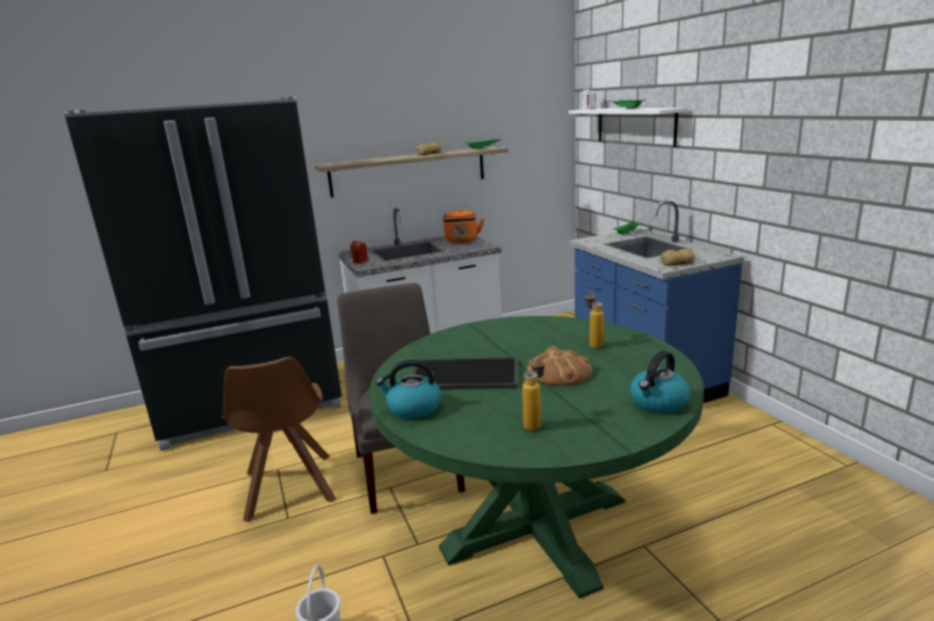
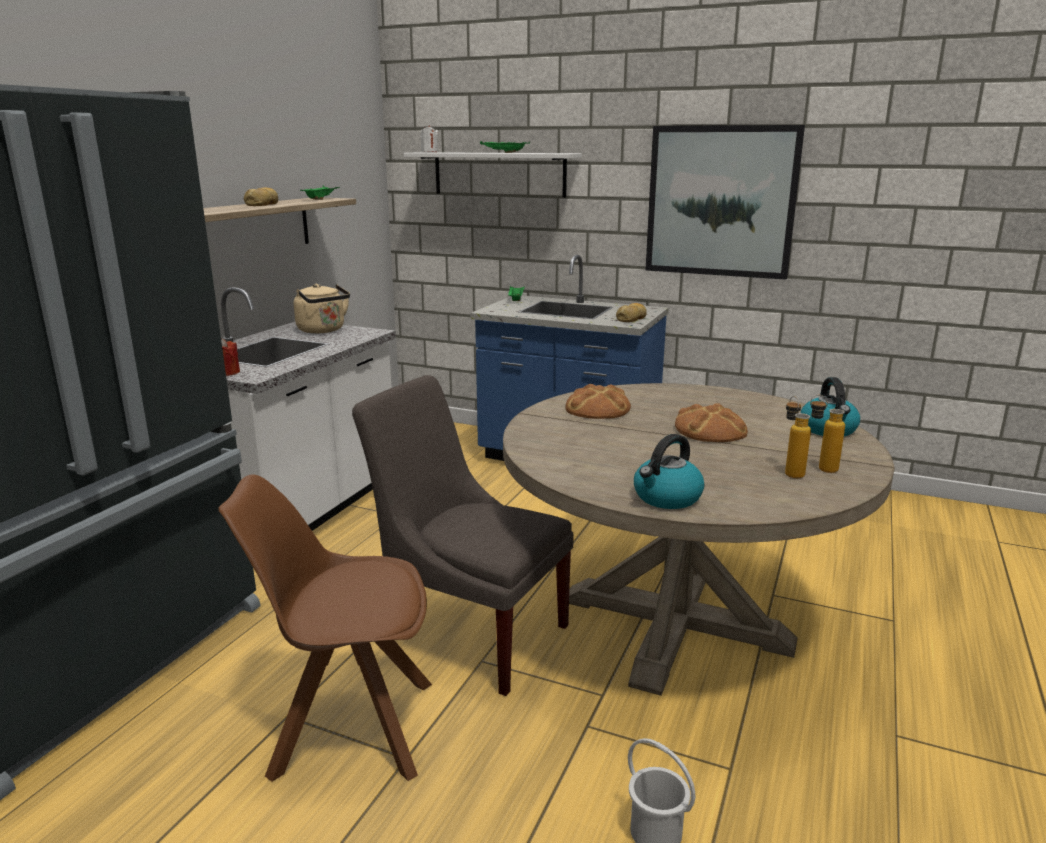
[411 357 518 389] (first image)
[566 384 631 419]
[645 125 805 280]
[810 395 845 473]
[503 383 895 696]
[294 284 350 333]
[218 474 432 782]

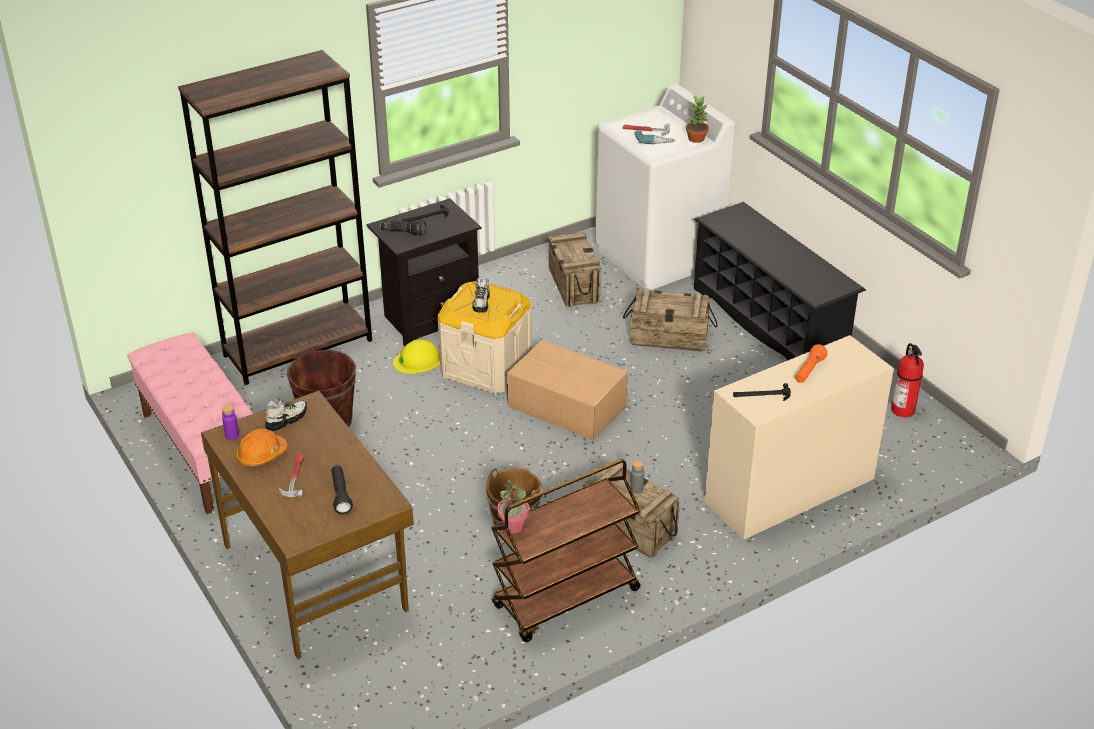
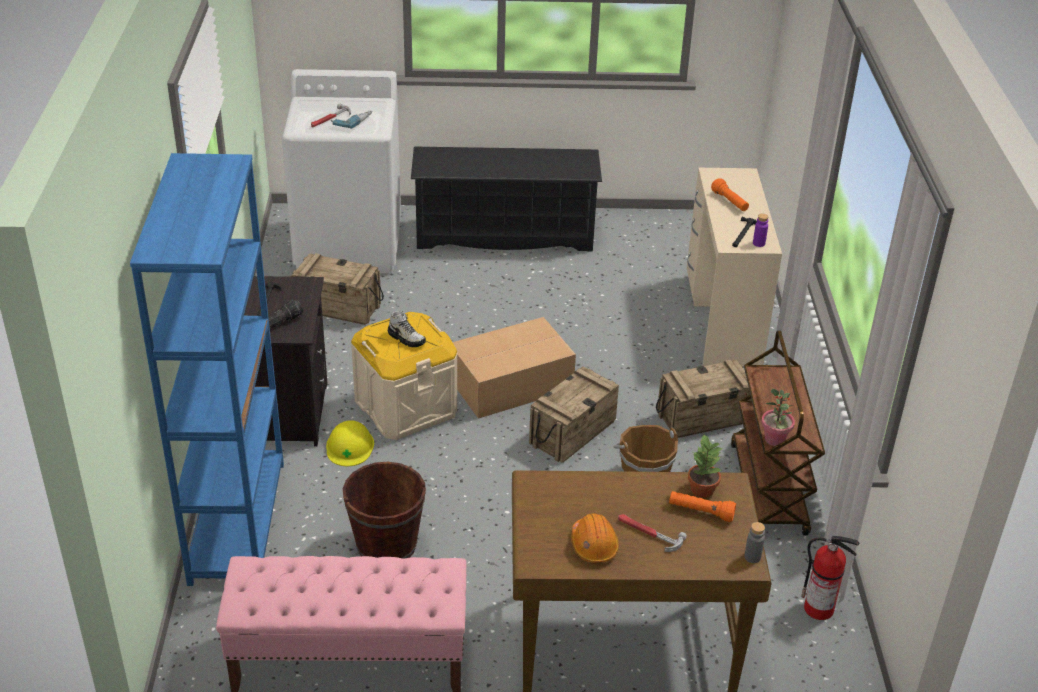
[265 398 307 431] (first image)
[753 213 768 247]
[529 366 619 462]
[744 522 765 563]
[688 434 723 498]
[801 536 860 620]
[130 153 284 586]
[669 491 736 522]

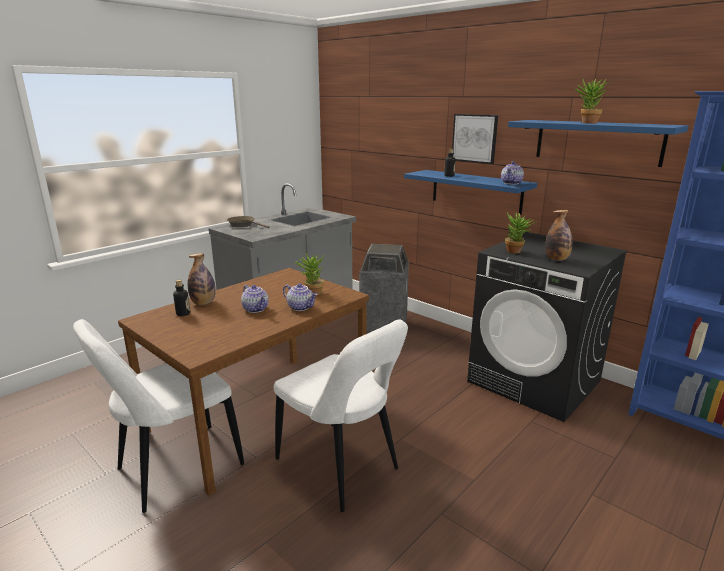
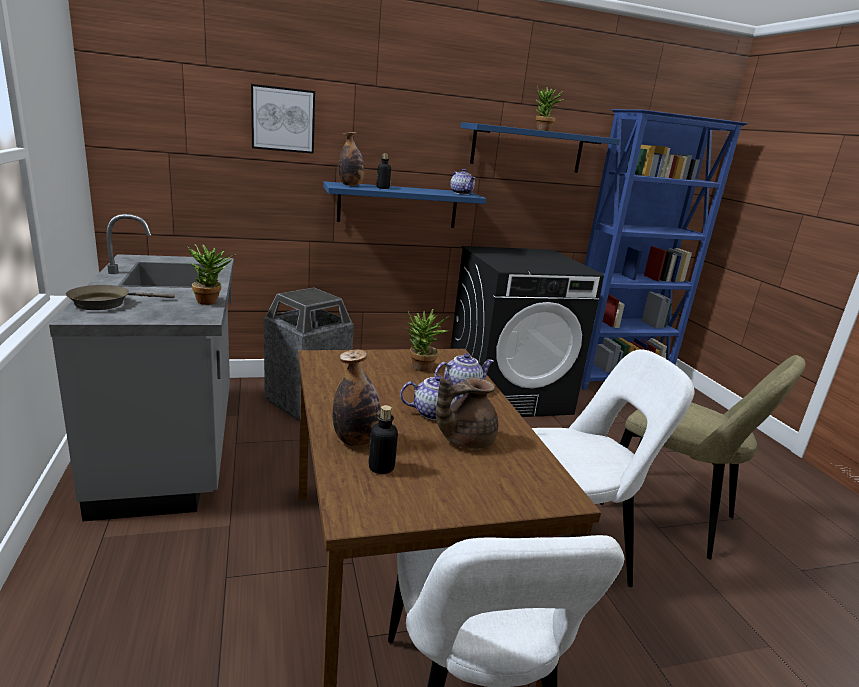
[436 377 498 449]
[600 355 806 559]
[251 84 315 154]
[187 244 234 305]
[339 132 364 186]

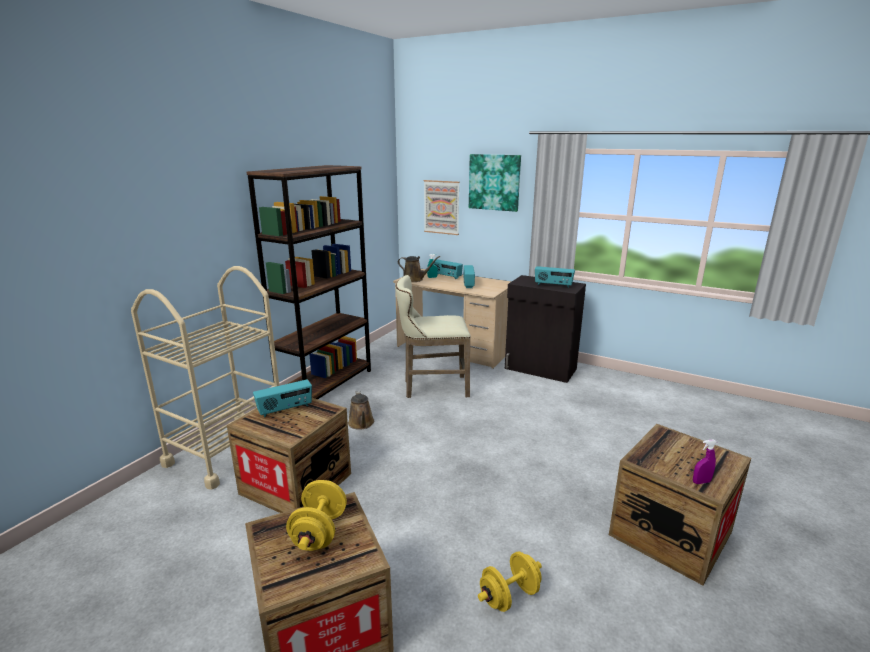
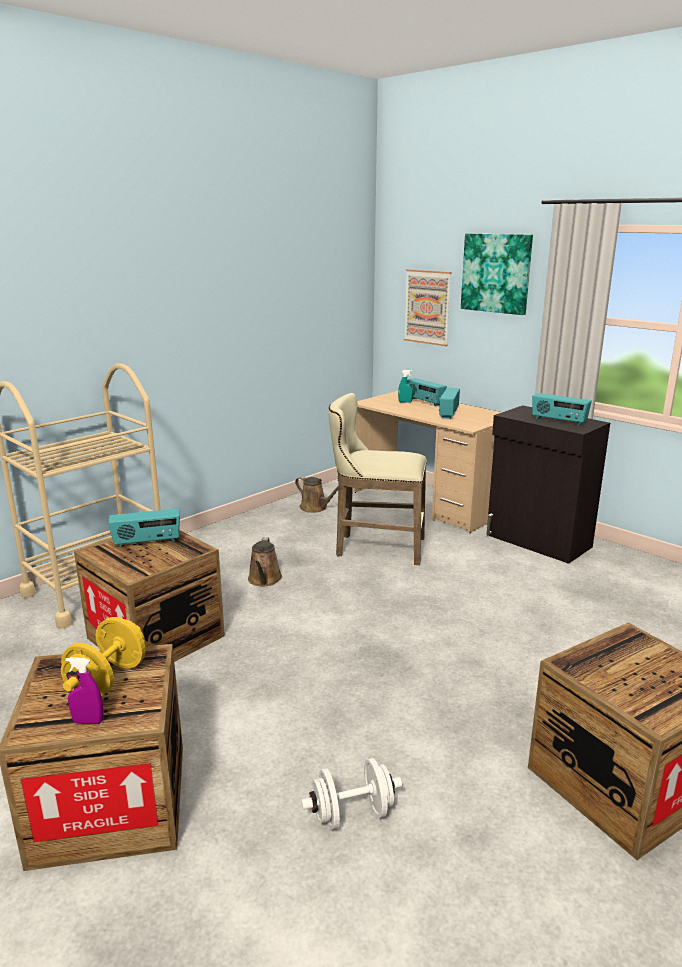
[247 165 371 399] (first image)
[295 476 338 513]
[65 657 104 724]
[301 758 402 830]

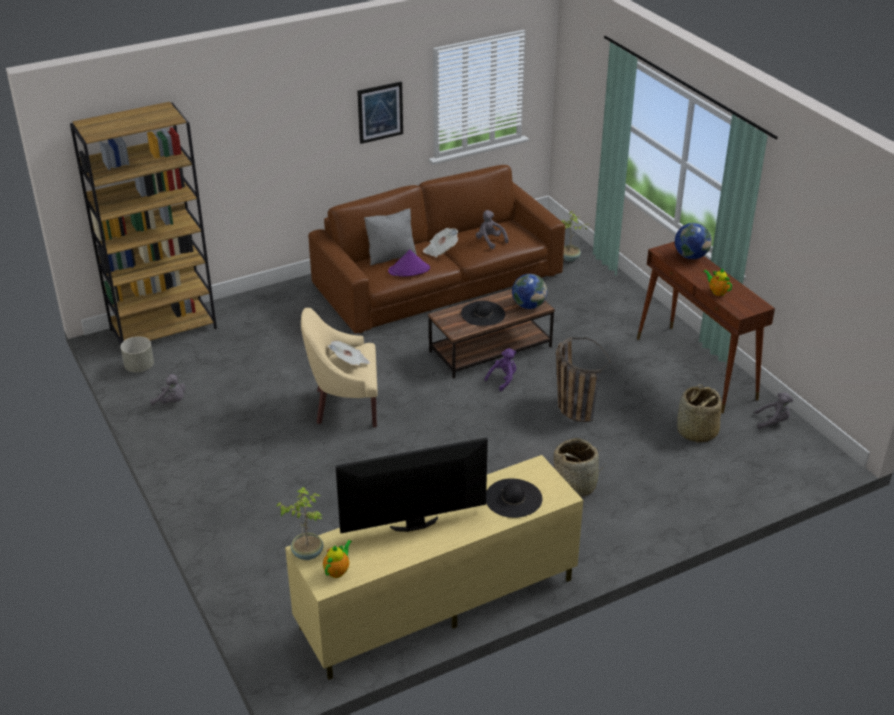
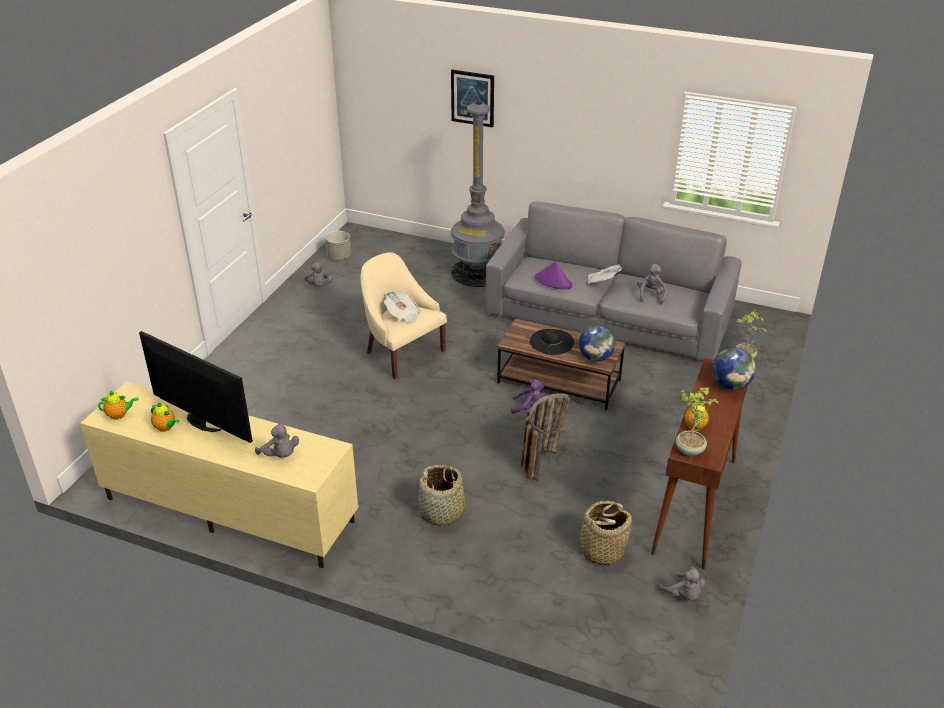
[70 102 217 345] (first image)
[364 208 417 266] (first image)
[151 402 179 432]
[451 101 505 287]
[676 387 719 456]
[451 69 494 128]
[255 423 299 458]
[485 202 742 361]

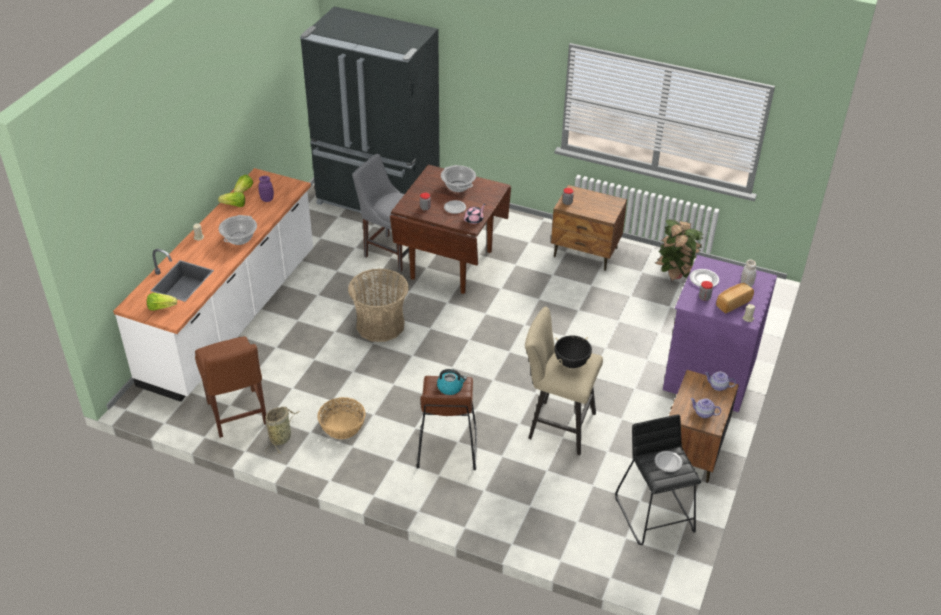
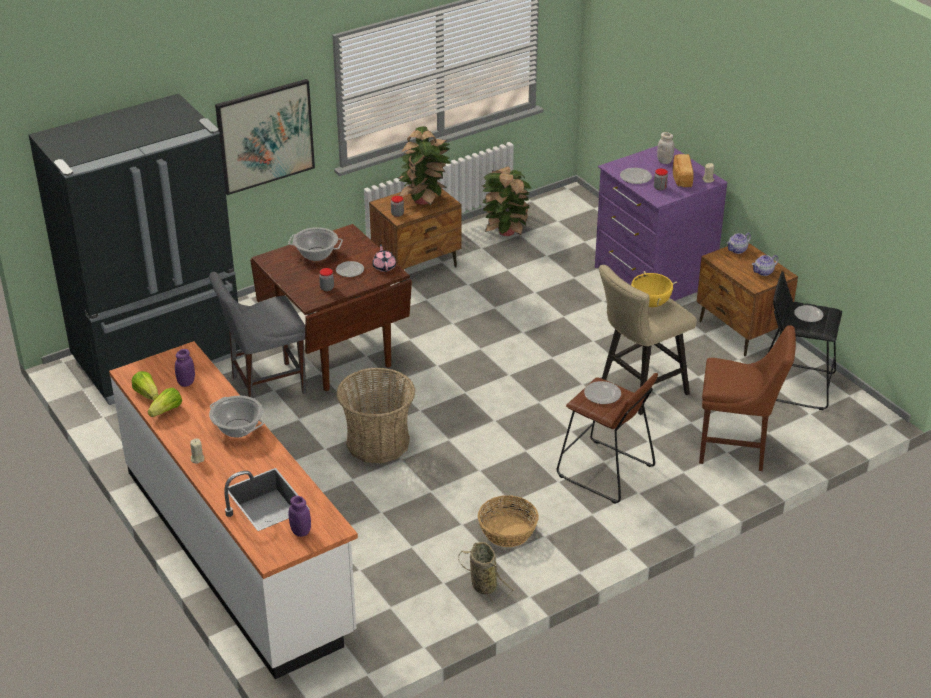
[215 79 315 195]
[398 126 451 205]
[699 325 796 471]
[289 496 311 537]
[584 381 621 404]
[631 271 677 307]

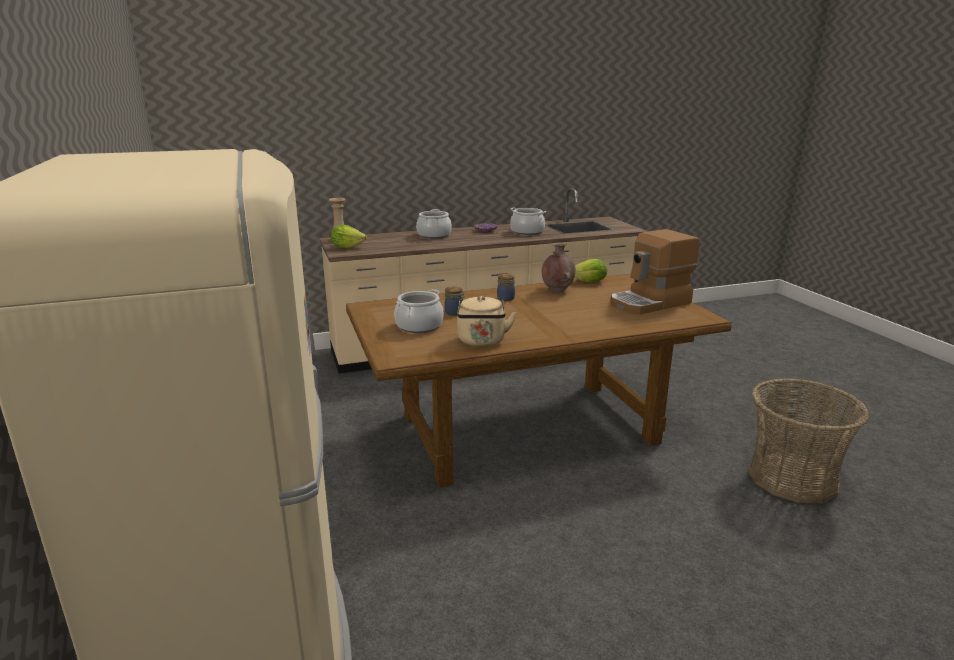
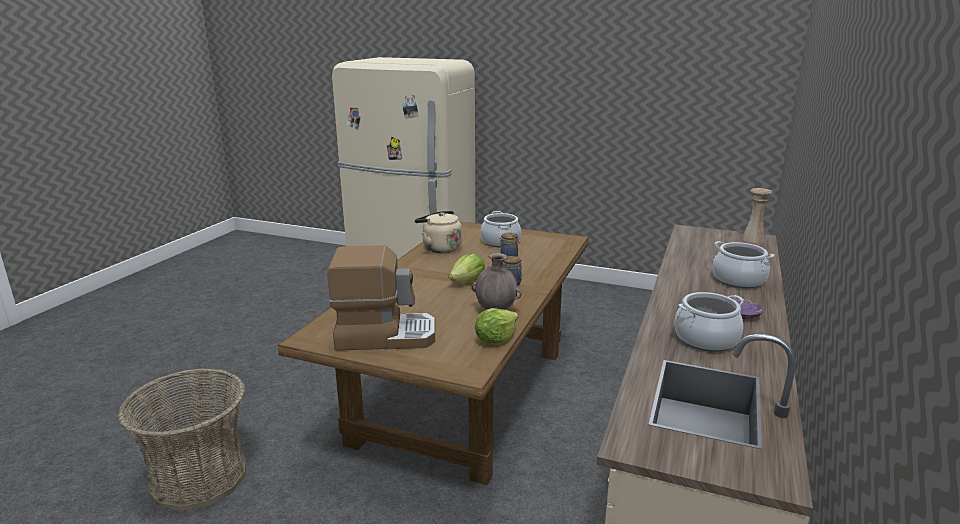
[449 253 485 284]
[327 245 435 351]

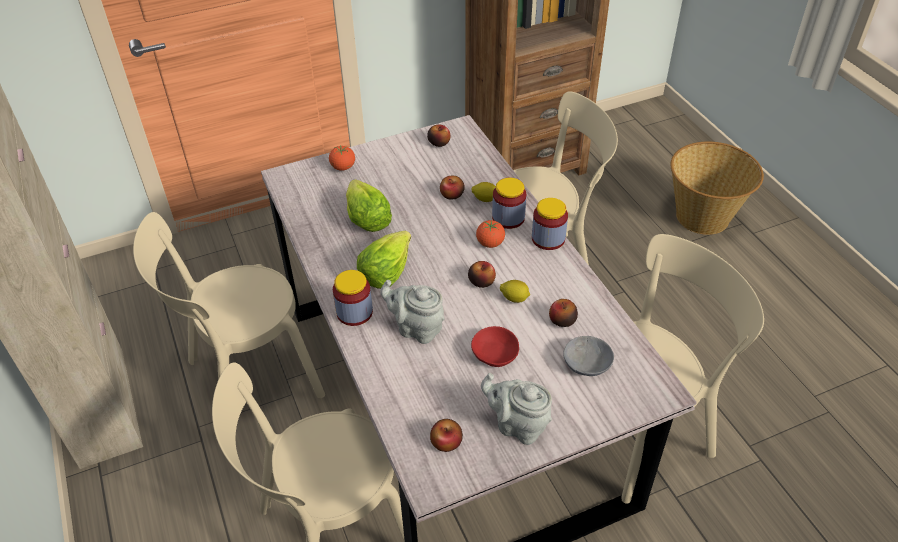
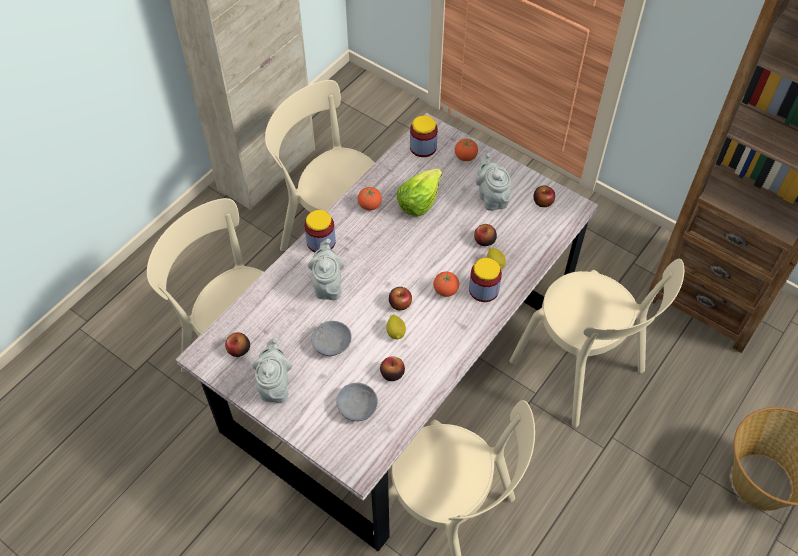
[357 231 411 289] (first image)
[358 187 382 210]
[476 153 511 211]
[410 115 438 157]
[312 321 352 356]

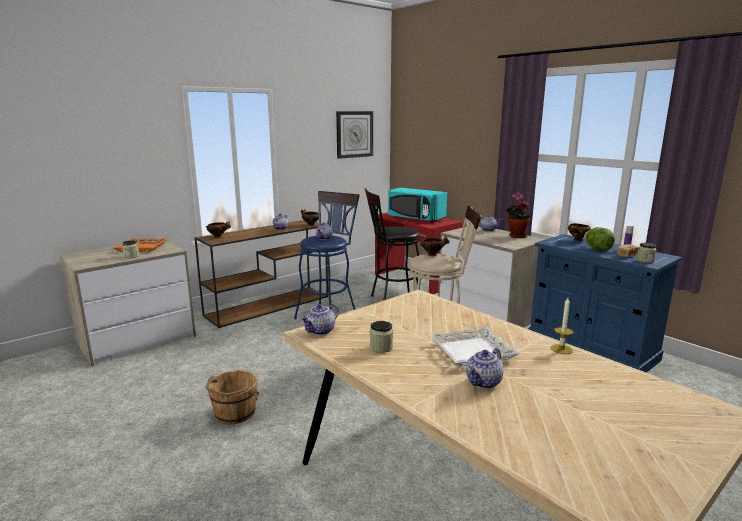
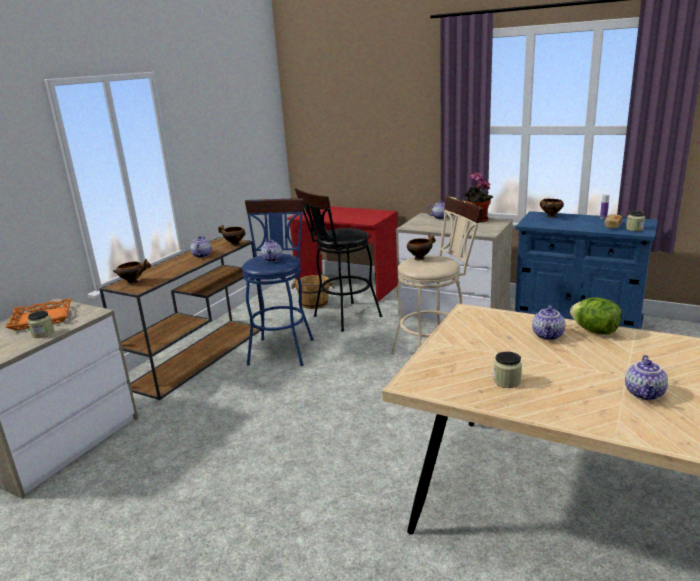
[336 111 373 159] (first image)
[388 187 447 222] (first image)
[430 327 520 367] (first image)
[551 298 574 354] (first image)
[291 275 335 309]
[532 305 565 340]
[570 298 621 335]

